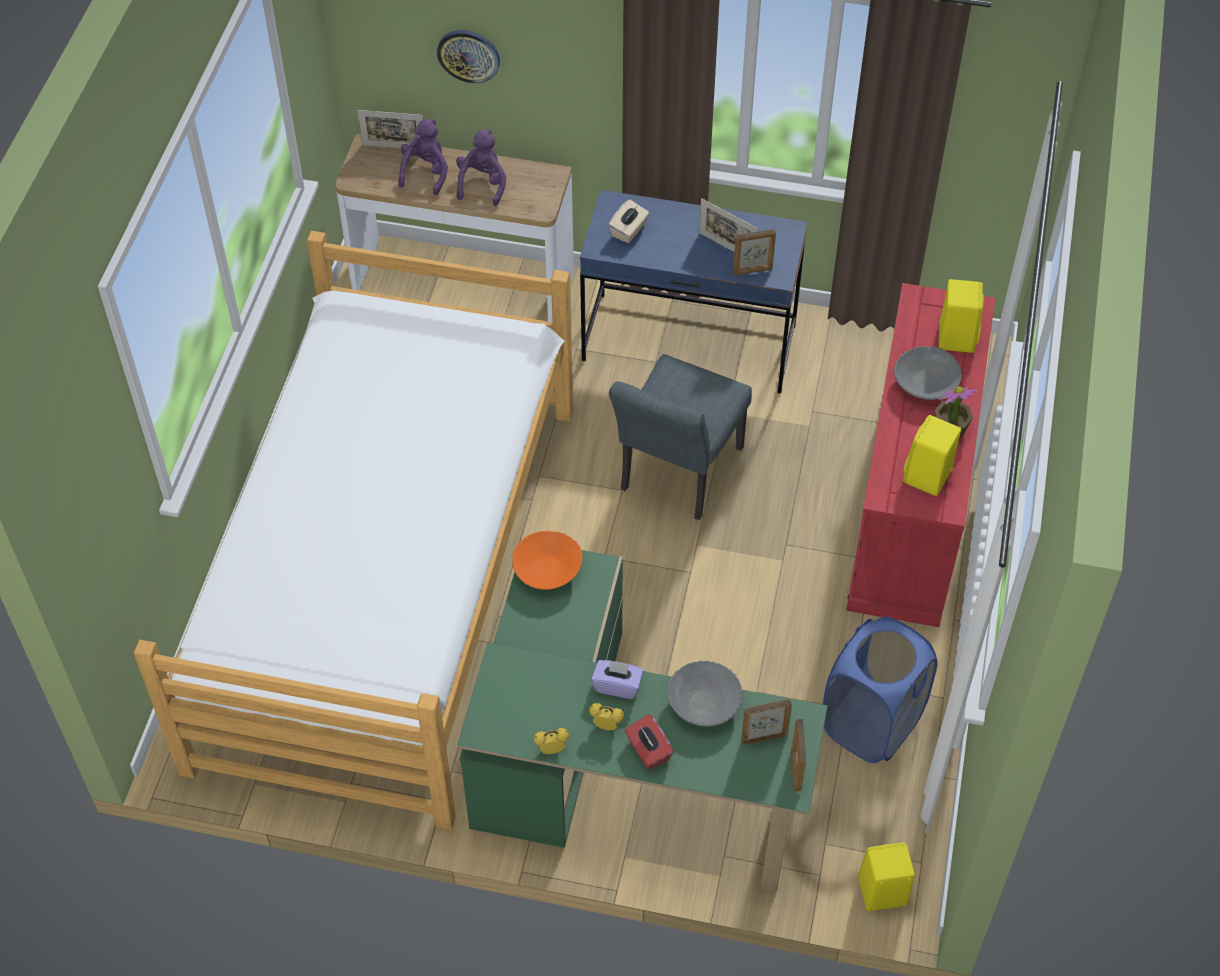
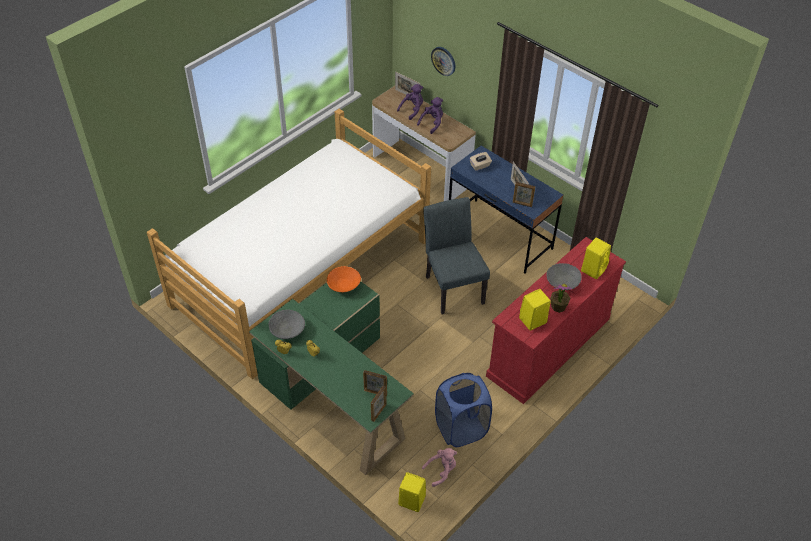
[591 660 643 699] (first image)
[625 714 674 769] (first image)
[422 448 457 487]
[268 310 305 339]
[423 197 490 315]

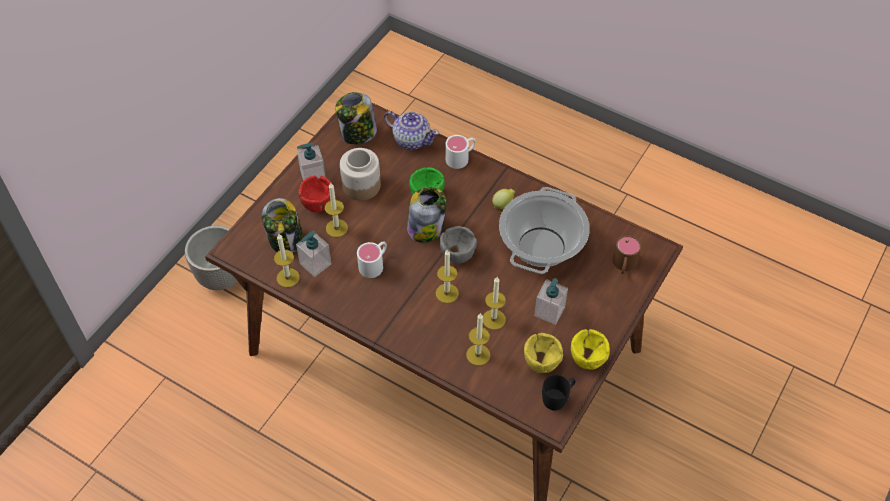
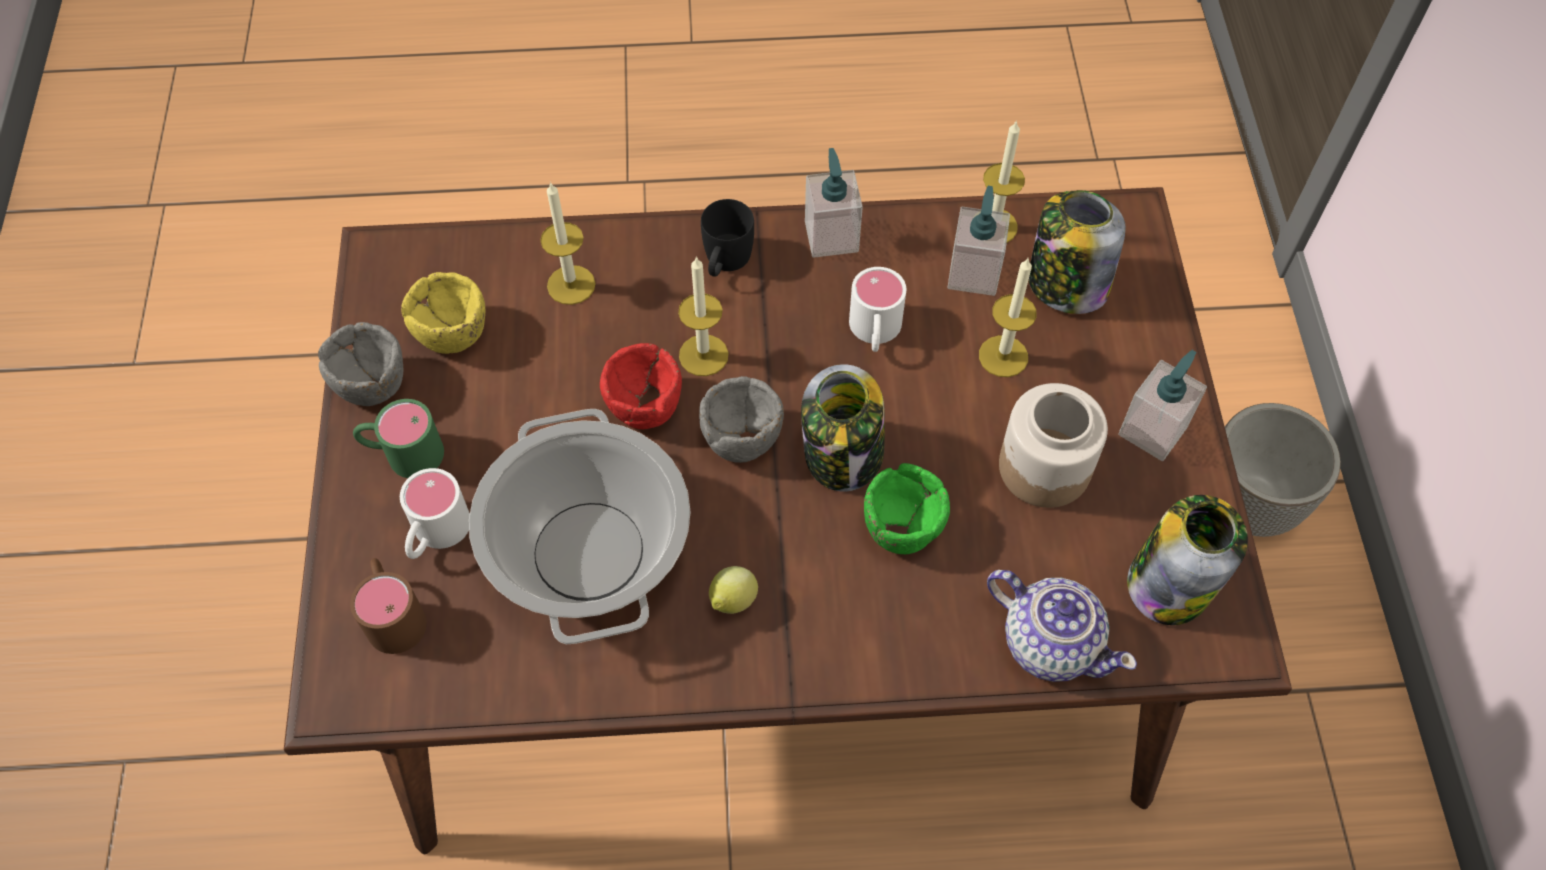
[483 277 506 330] (first image)
[353 399 444 478]
[600 343 682 429]
[400 468 470 559]
[805 148 863 258]
[701 199 754 277]
[318 322 403 406]
[987 570 1137 682]

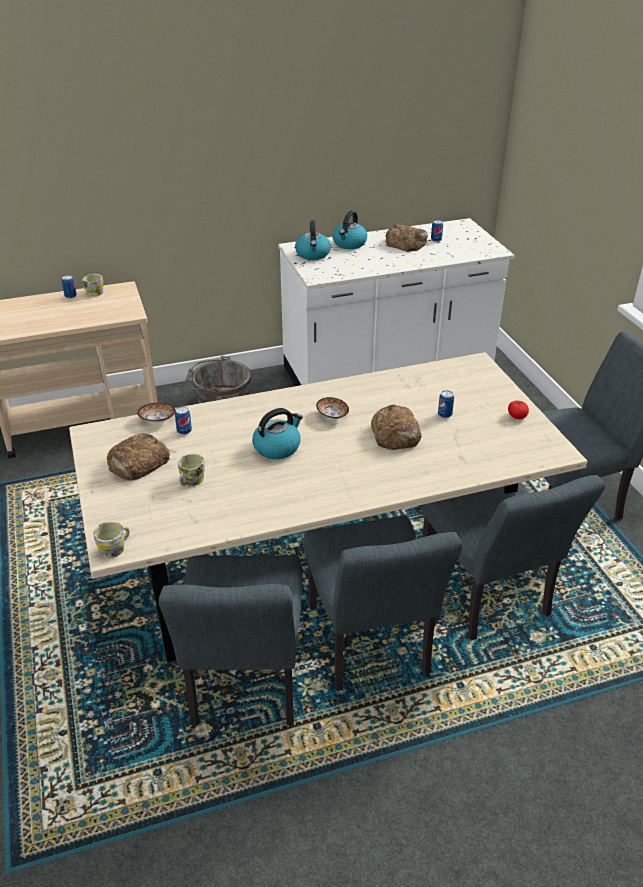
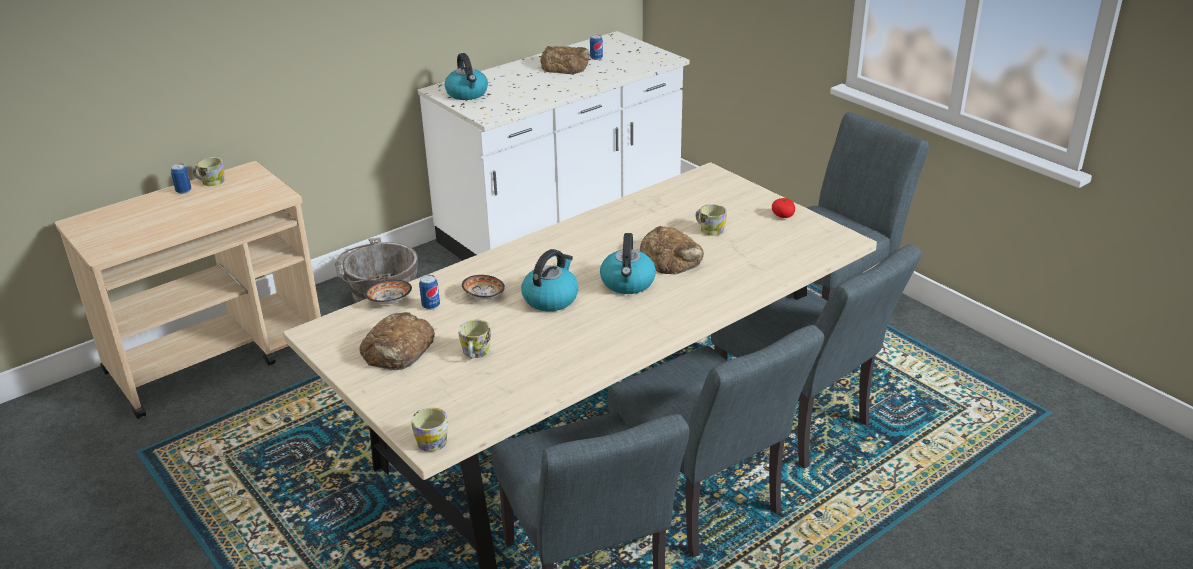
[462 275 505 300]
[600 233 656 294]
[695 204 727 236]

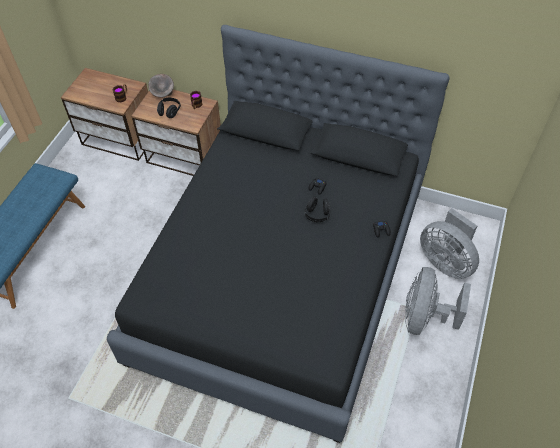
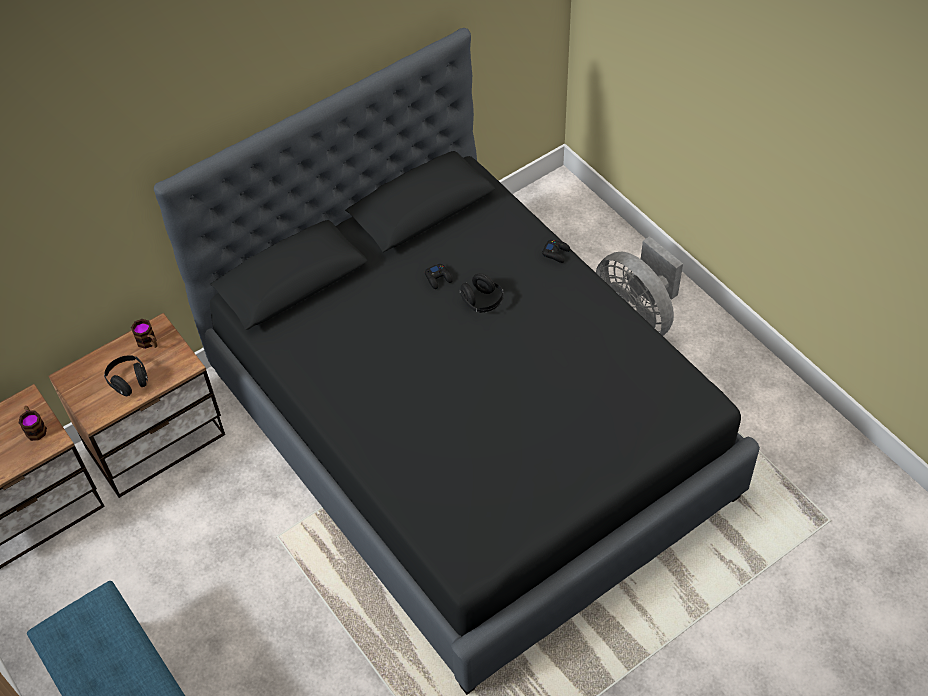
[148 74 174 97] (first image)
[420 208 479 279] (first image)

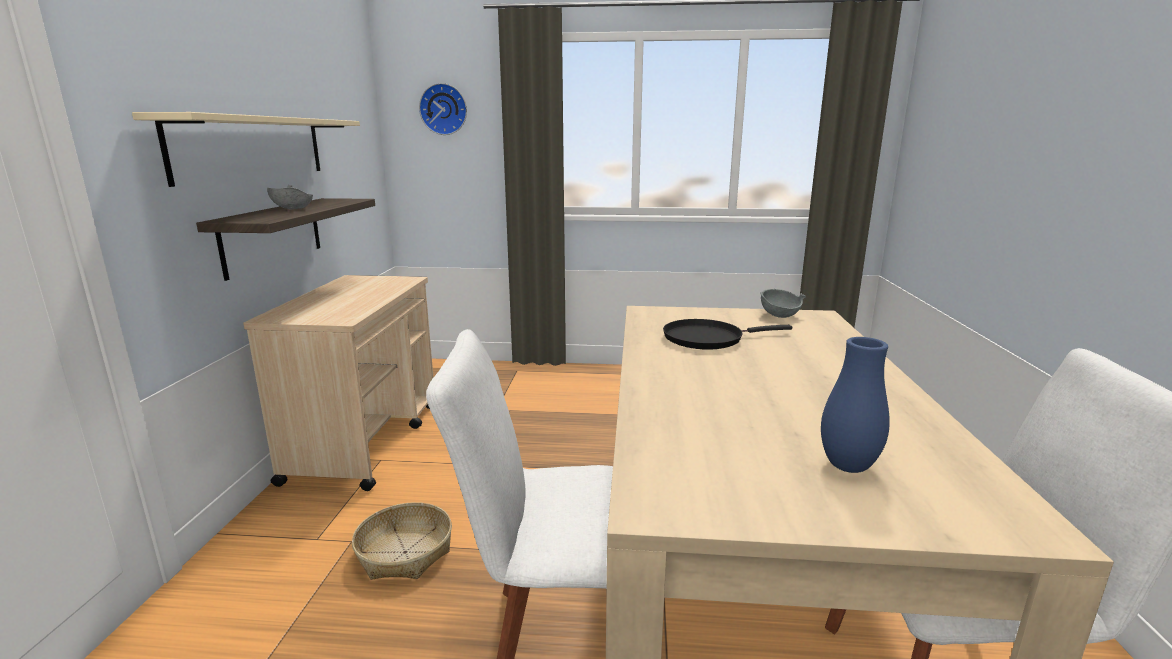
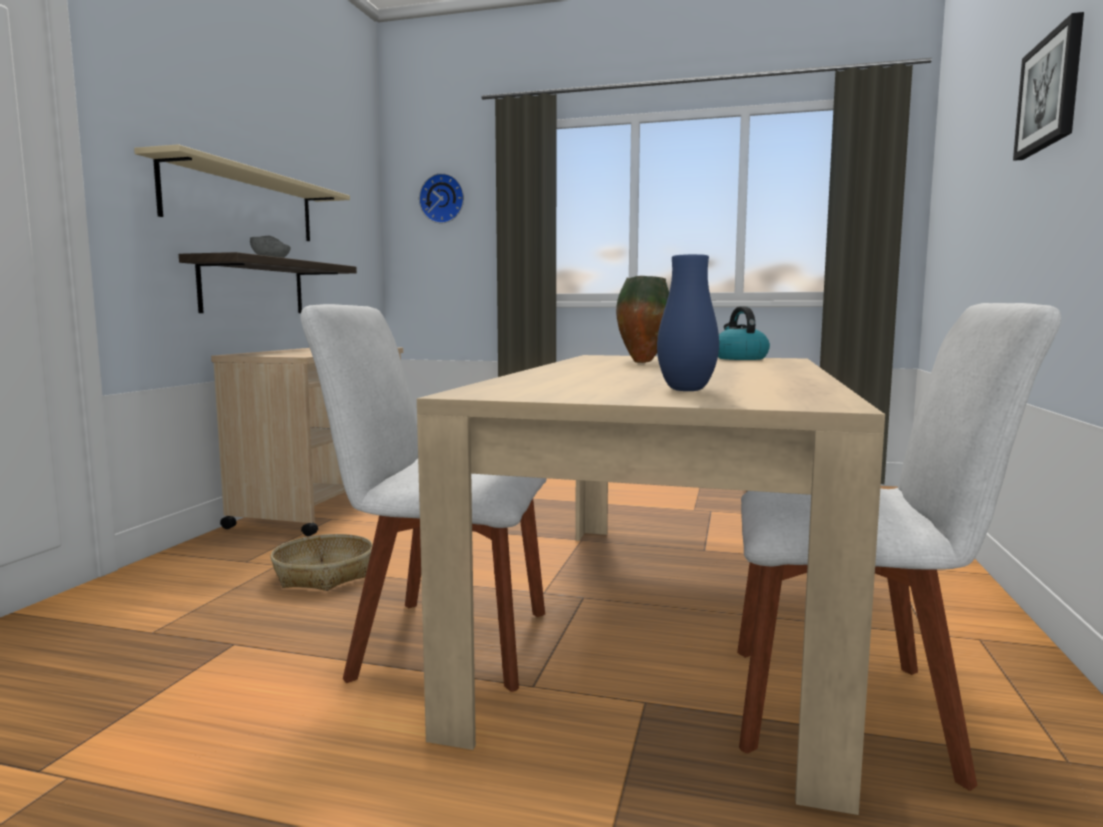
[1013 12 1084 161]
[616 276 669 363]
[718 306 770 360]

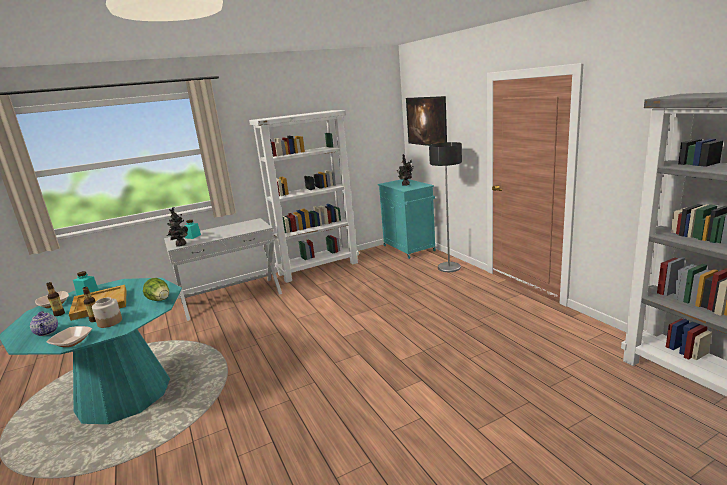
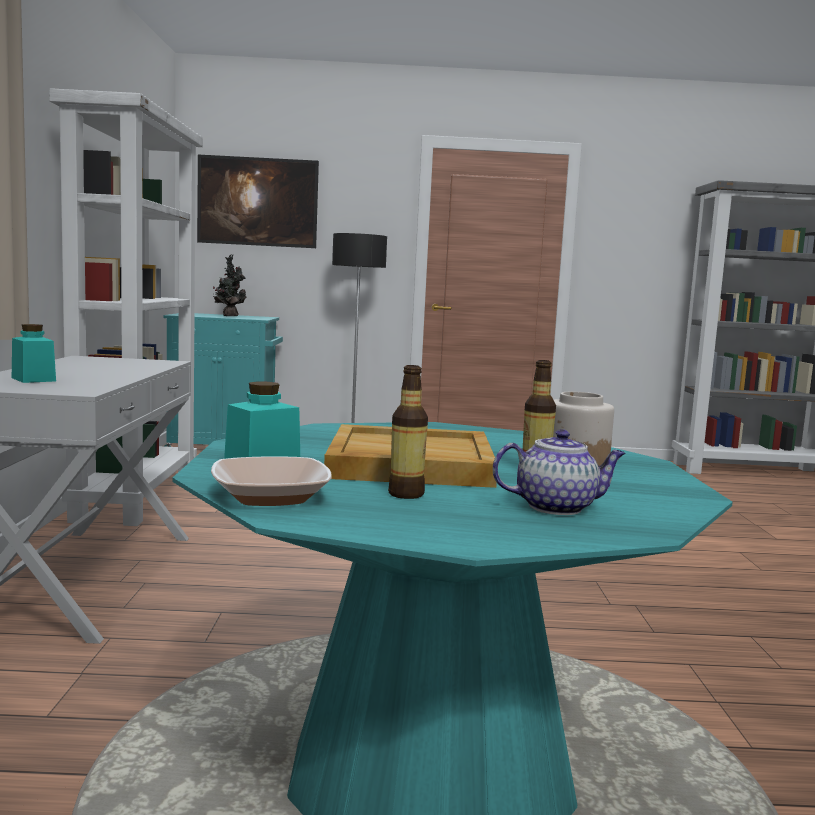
[47 326 92 347] (first image)
[143 278 169 301] (first image)
[167 207 188 247] (first image)

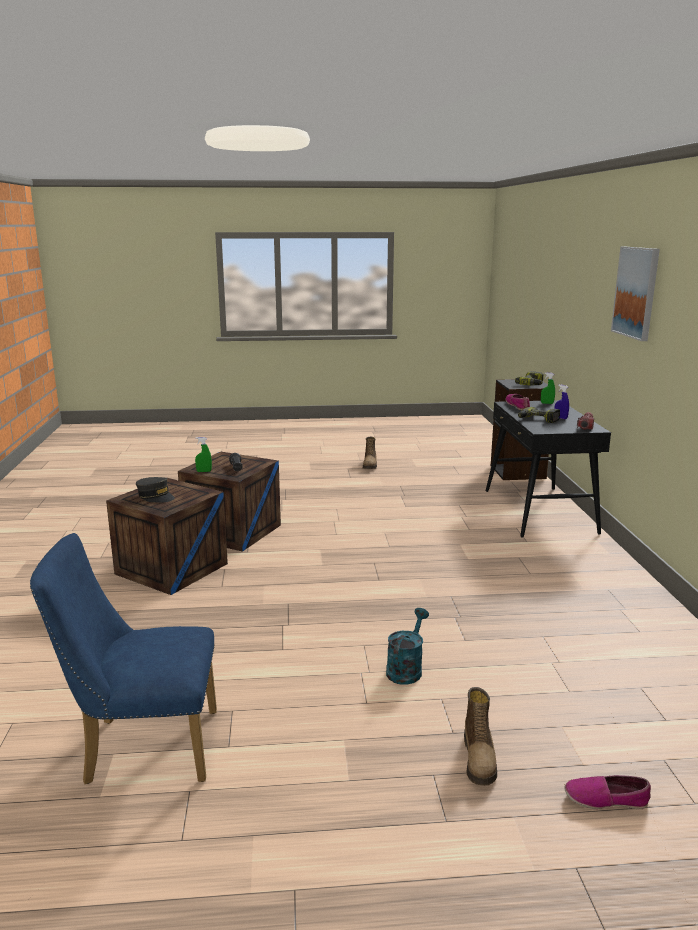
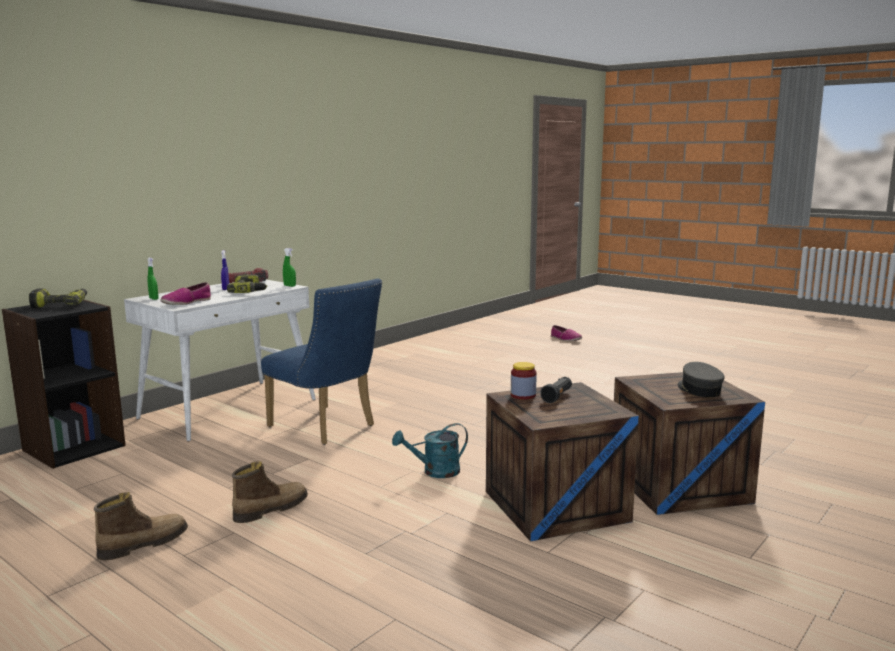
[611 247 660 341] (first image)
[511 362 537 400]
[261 279 382 445]
[283 248 296 287]
[392 423 468 478]
[232 461 308 523]
[124 280 316 442]

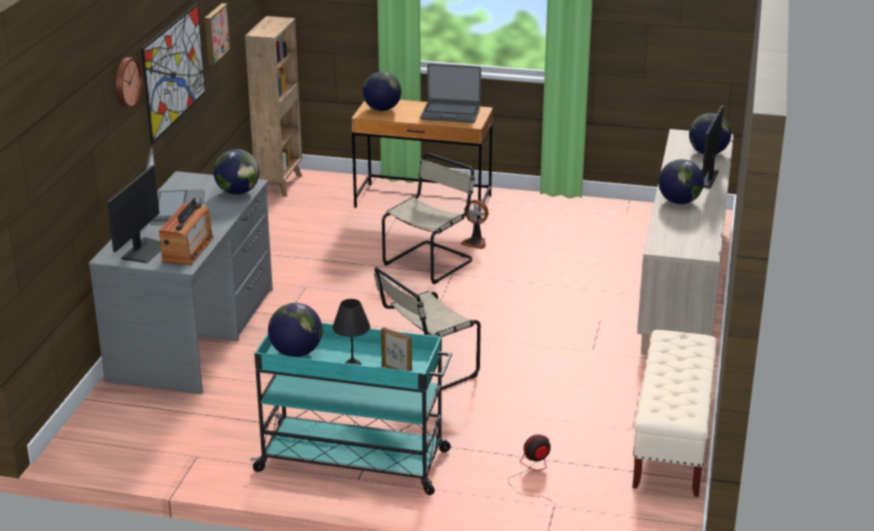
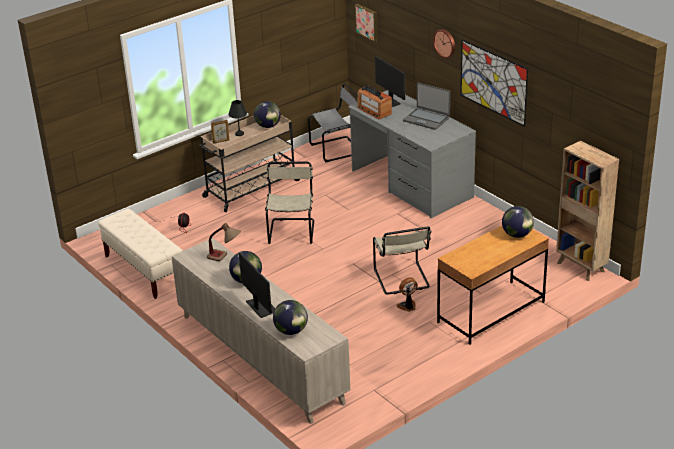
[213 149 259 195] (first image)
[421 63 481 123] (first image)
[207 223 241 261]
[308 84 358 162]
[355 4 378 42]
[199 115 300 212]

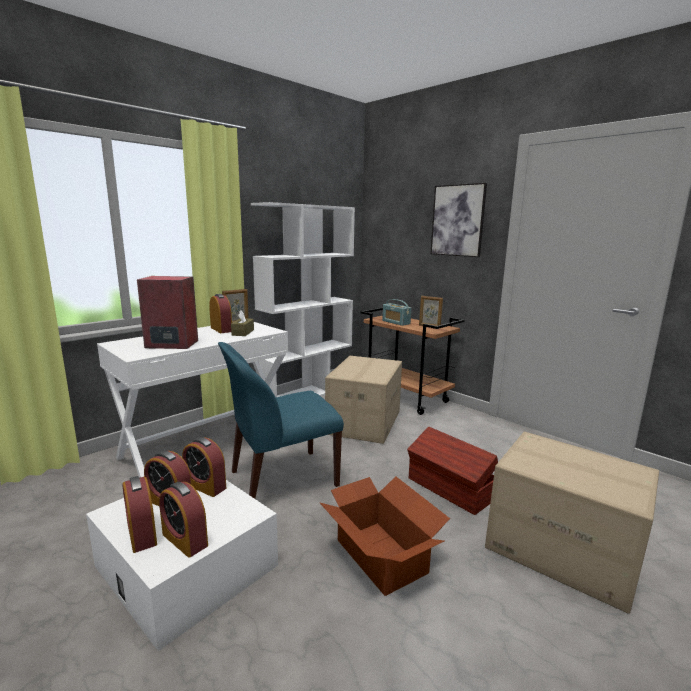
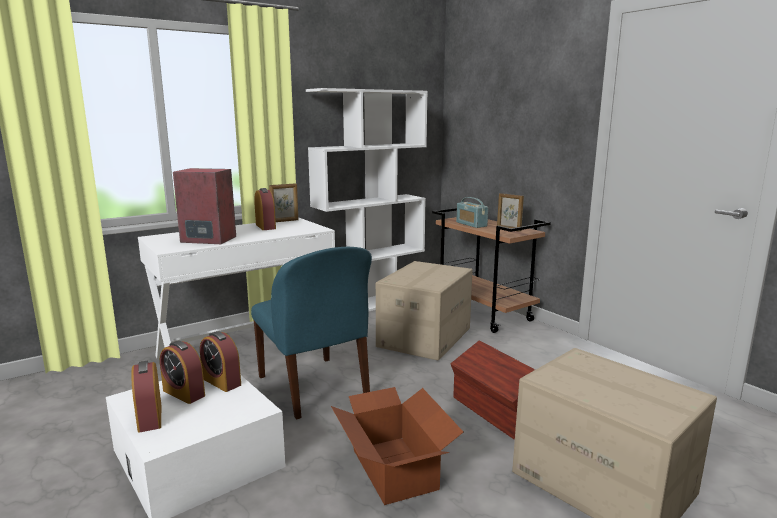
[159 482 208 558] (first image)
[231 310 254 336] (first image)
[430 183 487 257] (first image)
[251 247 372 420]

